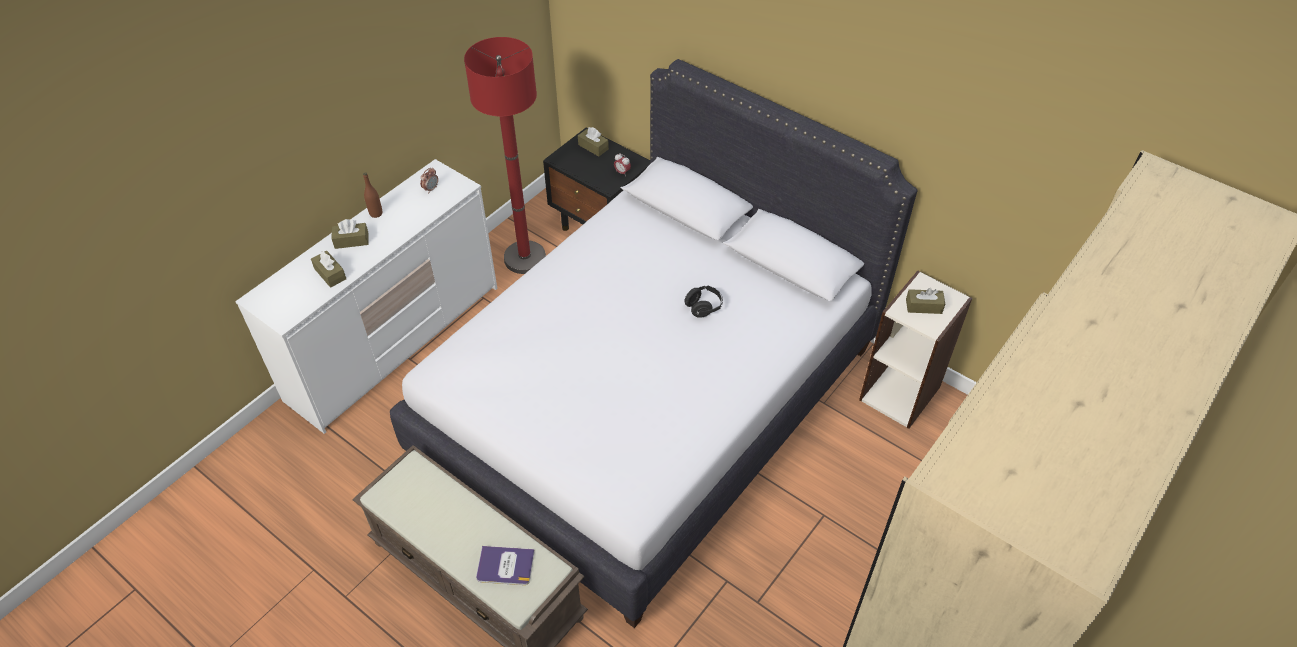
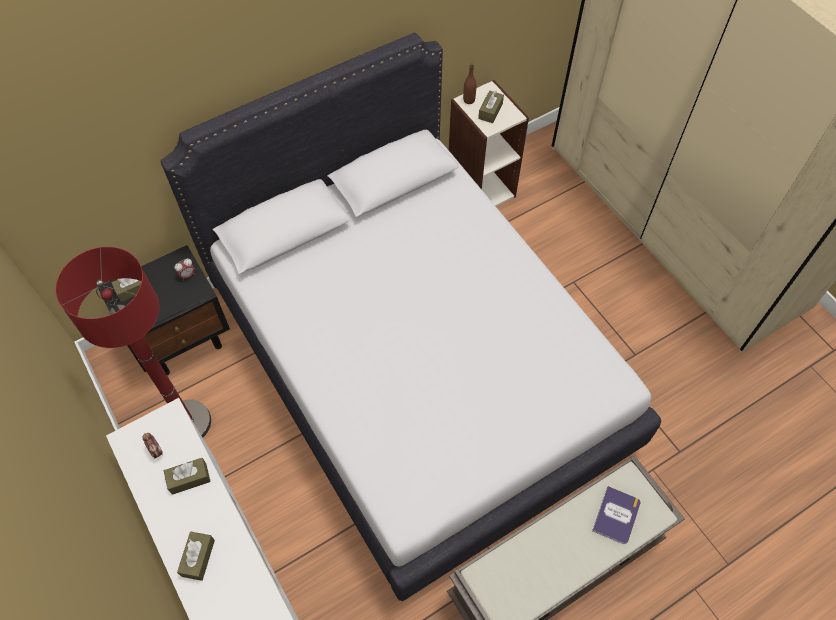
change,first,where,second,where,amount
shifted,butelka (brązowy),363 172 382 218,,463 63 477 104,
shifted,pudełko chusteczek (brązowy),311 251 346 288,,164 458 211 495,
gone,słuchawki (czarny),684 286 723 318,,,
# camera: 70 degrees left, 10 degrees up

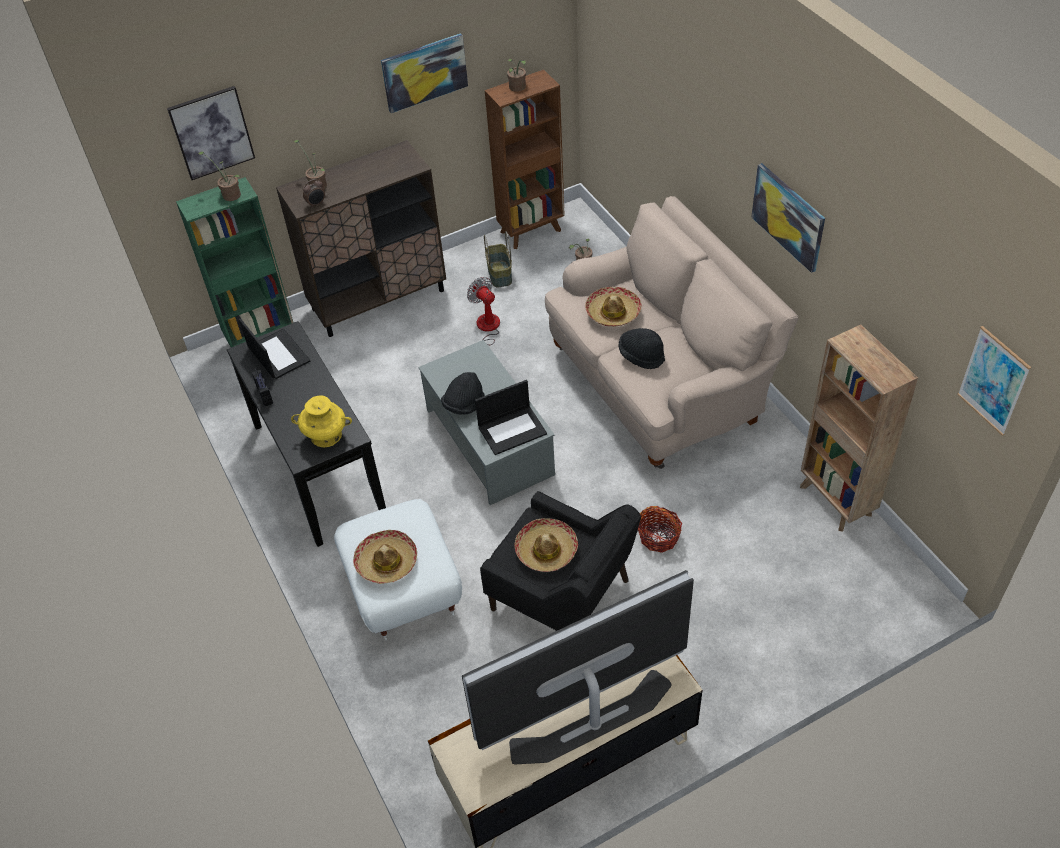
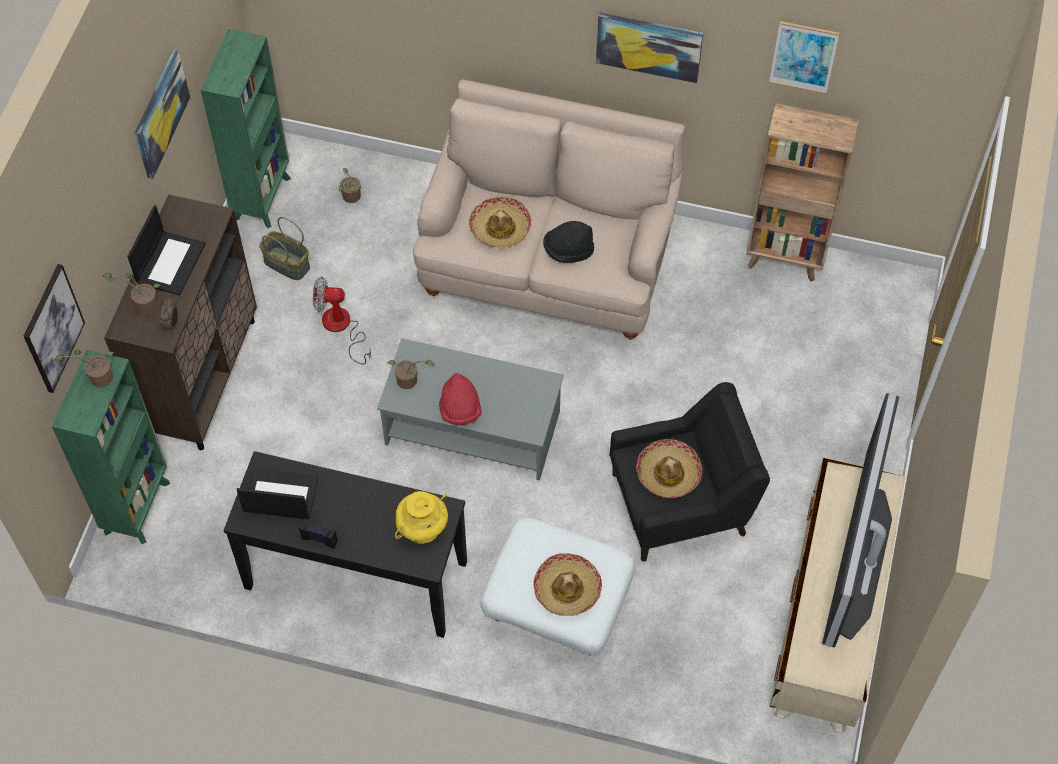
change,first,where,second,where,amount
shifted,roślina doniczkowa,507 59 526 92,,388 360 435 389,
repainted,regał (brązowy),485 70 565 249,regał (zielony),201 29 291 228,
shifted,obraz,957 326 1031 436,,769 21 839 94,
repainted,kapelusz (czarny),441 372 485 415,kapelusz (czerwony),439 373 482 425,
shifted,laptop,475 380 547 455,,127 205 206 296,
gone,koszyk,638 506 682 553,,,
# camera: 50 degrees left, 10 degrees up

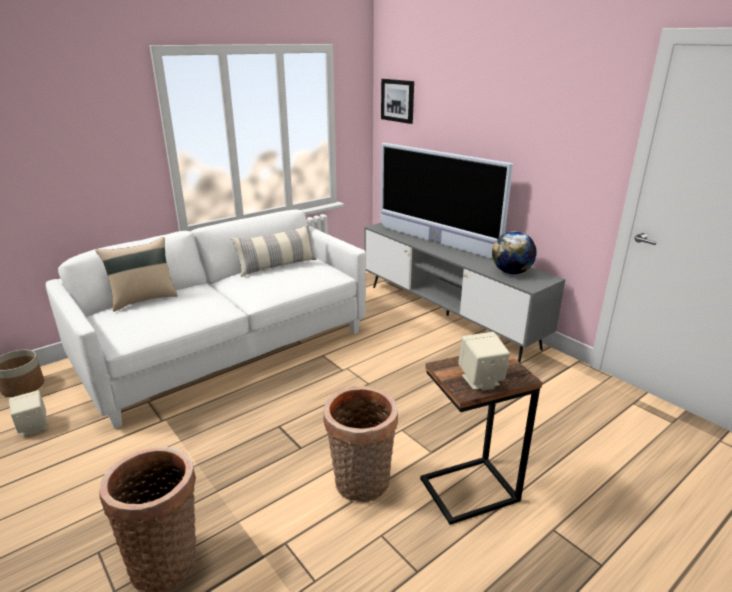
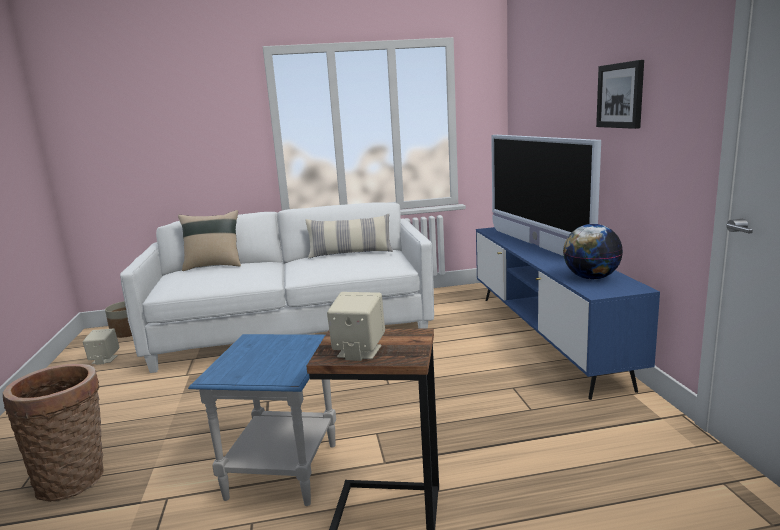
change,first,where,second,where,amount
shifted,obraz,381 79 414 124,,596 60 644 129,
repainted,szafka pod telewizor (szary),364 223 565 363,szafka pod telewizor (niebieski),476 227 660 400,
swapped,koszyk,323 386 398 502,stolik (niebieski),188 334 336 506,
# camera: 30 degrees right, 10 degrees down

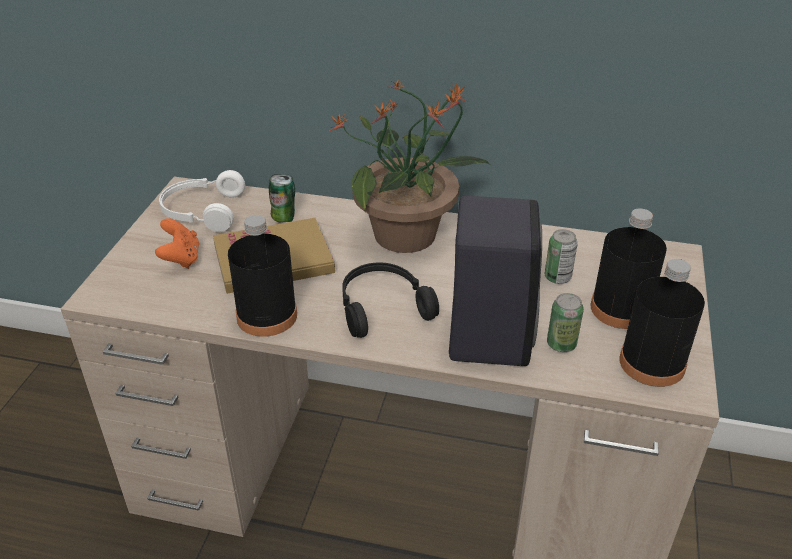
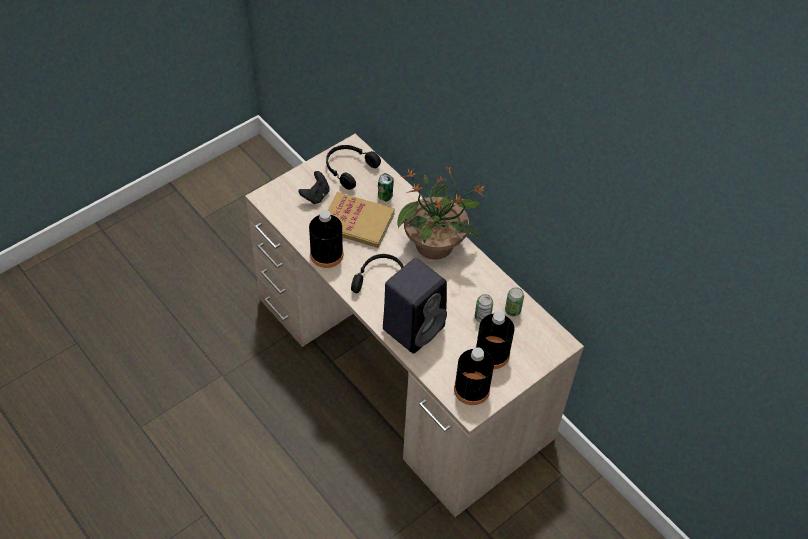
change,first,where,second,where,amount
repainted,słuchawki (biały),159 170 245 232,słuchawki (czarny),326 145 381 190,
repainted,pad do gier (pomarańczowy),155 218 200 269,pad do gier (czarny),299 171 330 204,
shifted,puszka,547 293 584 352,,505 287 524 316,
# camera: 35 degrees right, 15 degrees up

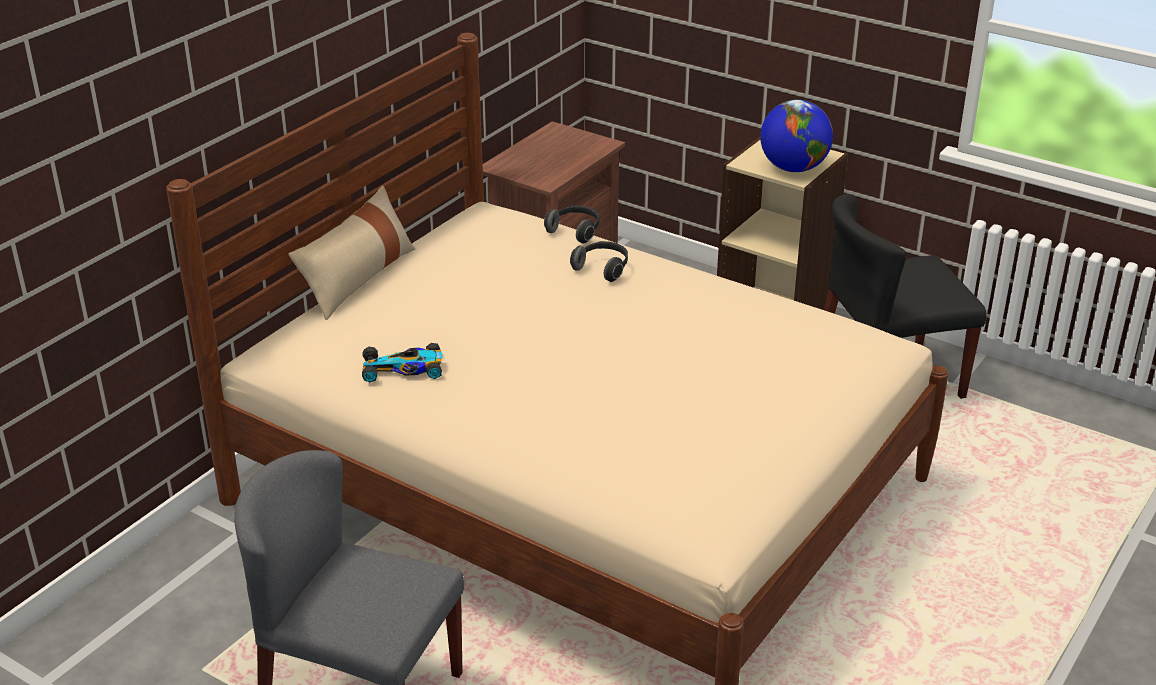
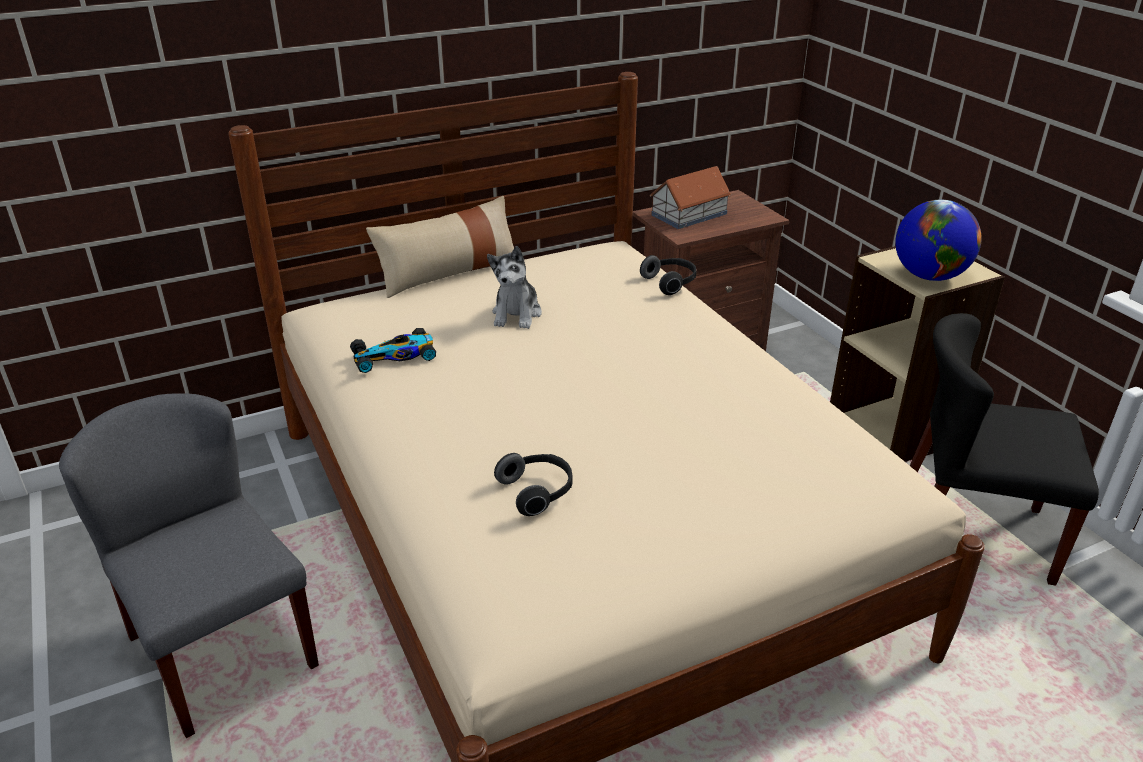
change,first,where,second,where,amount
shifted,słuchawki,570 241 628 282,,494 453 573 516,
rotated,samochodzik,362 343 442 382,,350 328 436 373,45 degrees counterclockwise
new,,,domek,650 166 731 229,
new,,,pluszak,487 246 542 329,
# camera: 30 degrees right, 0 degrees up

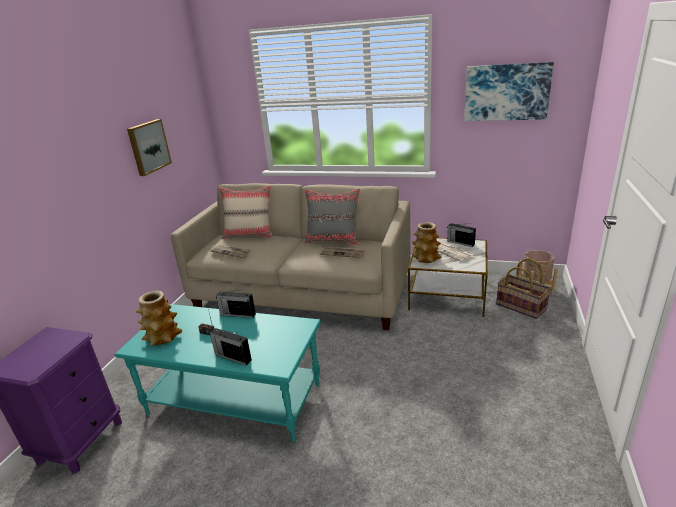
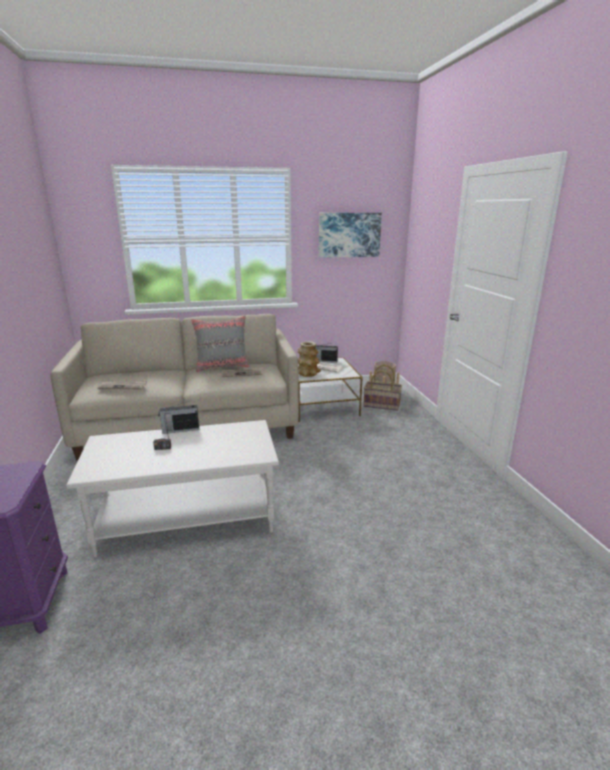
change,first,where,second,where,amount
gone,obraz,127 119 172 176,,,
gone,poduszka (beżowy),220 185 273 239,,,
gone,wazon,136 291 182 346,,,
repainted,ława (turkusowy),115 304 321 442,ława (biały),66 420 279 558,
gone,radio,210 328 252 365,,,
# camera: 30 degrees left, 5 degrees down

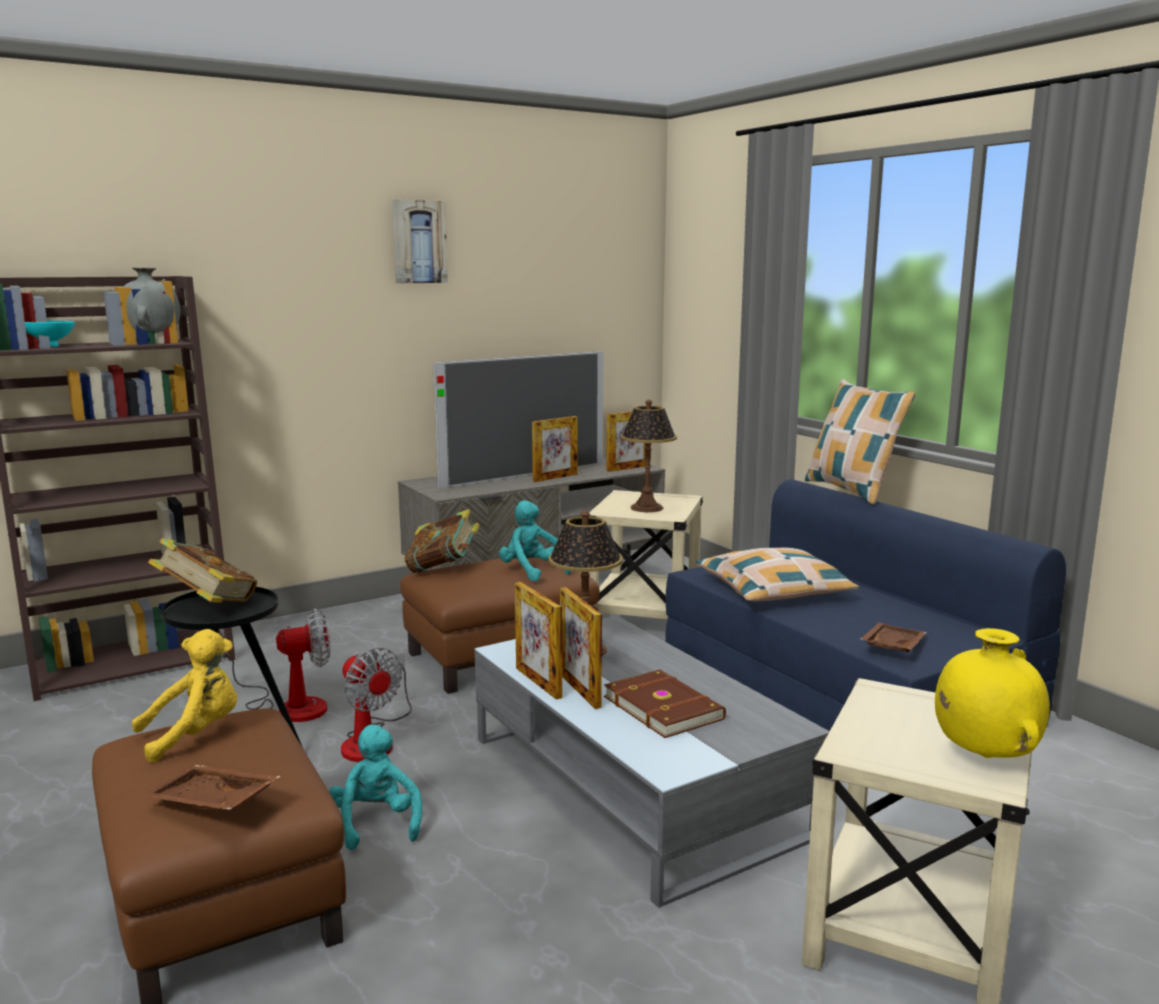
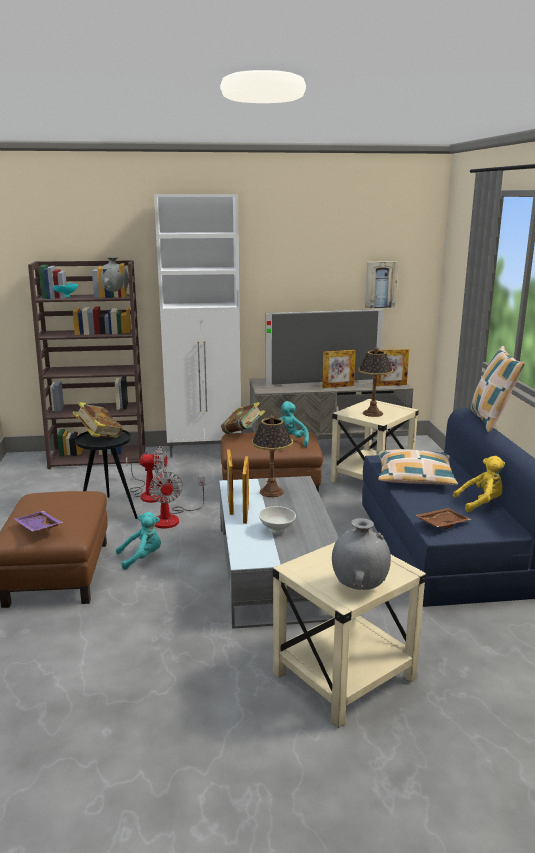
change,first,where,second,where,amount
shifted,obraz,392 199 448 283,,365 261 398 308,
repainted,wazon (żółty),935 628 1050 758,wazon (szary),332 518 391 590,
shifted,pluszak (żółty),132 629 237 763,,453 456 505 512,
swapped,książka (brązowy),604 670 726 738,miska (biały),259 506 296 534,
rotated,pluszak (turkusowy),329 724 422 850,,116 512 161 570,60 degrees clockwise
repainted,taca (brązowy),143 765 280 810,taca (fioletowy),14 511 63 532,
new,,,szafka (biały),154 194 241 458,
# camera: 25 degrees right, 5 degrees up

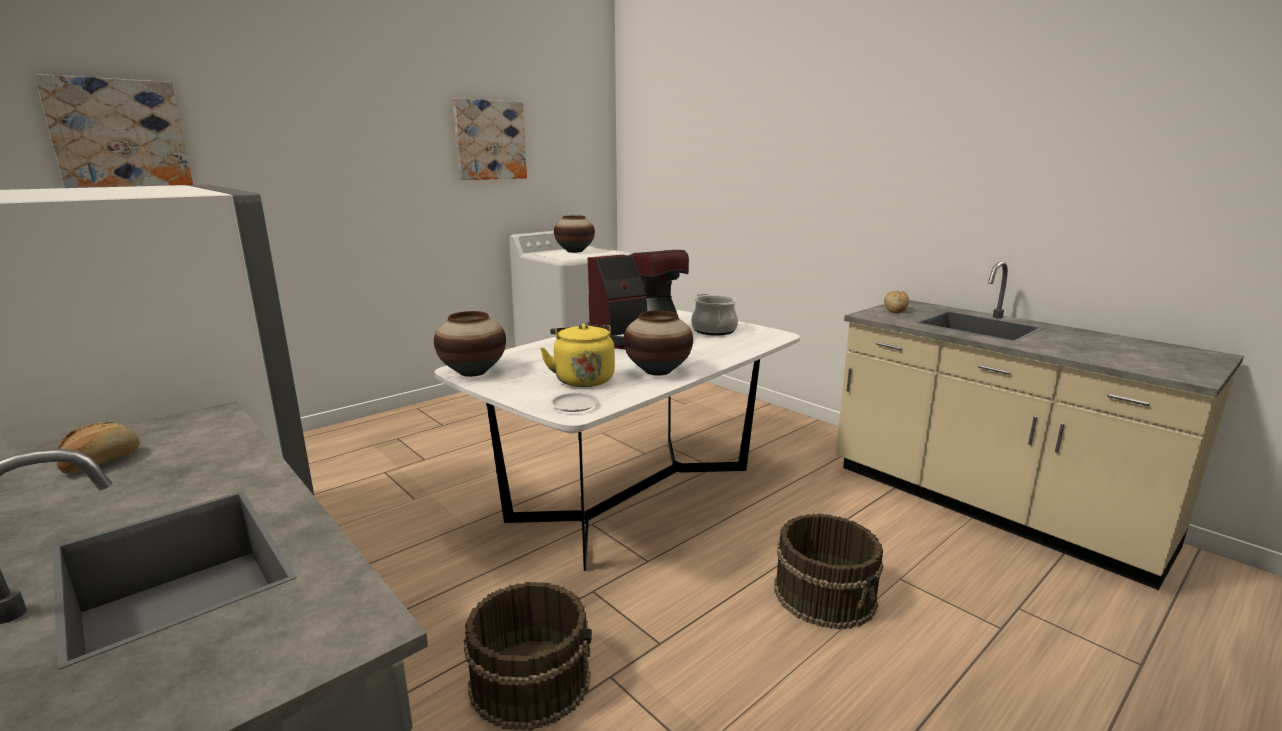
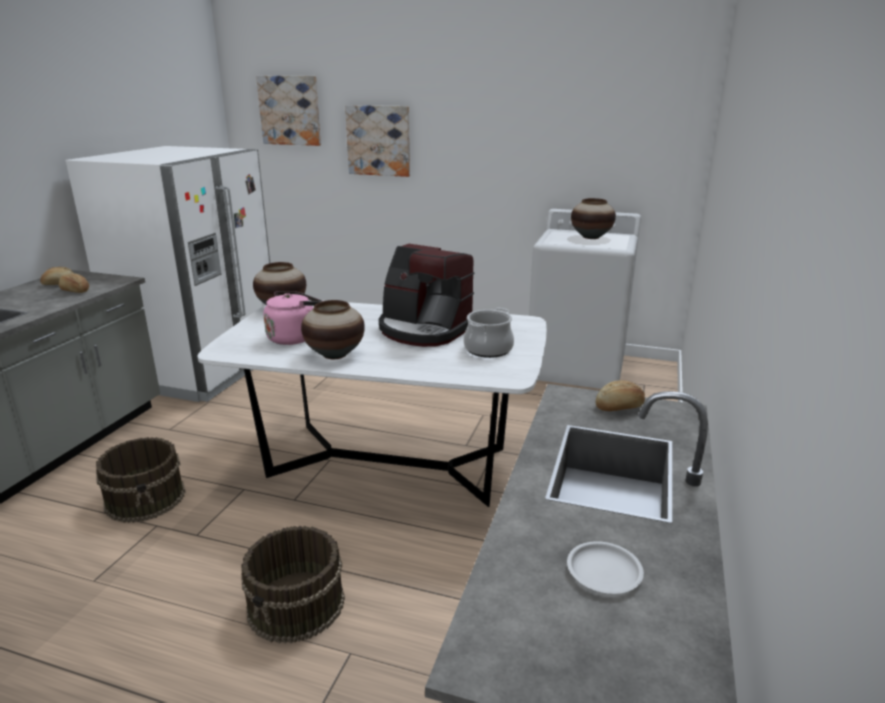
change,first,where,second,where,amount
shifted,obraz,453 98 527 180,,345 105 410 177,
repainted,czajnik (żółty),540 323 615 387,czajnik (różowy),264 291 322 345,
shifted,talerz (biały),550 393 599 412,,567 541 644 594,
new,,,chleb,59 274 89 293,
# camera: 60 degrees right, 5 degrees up

